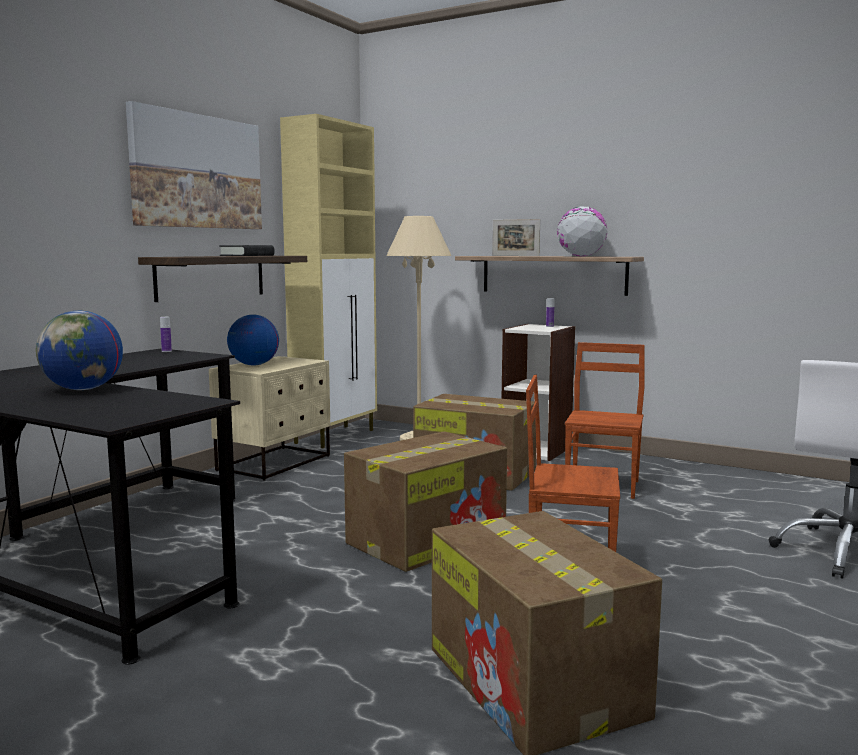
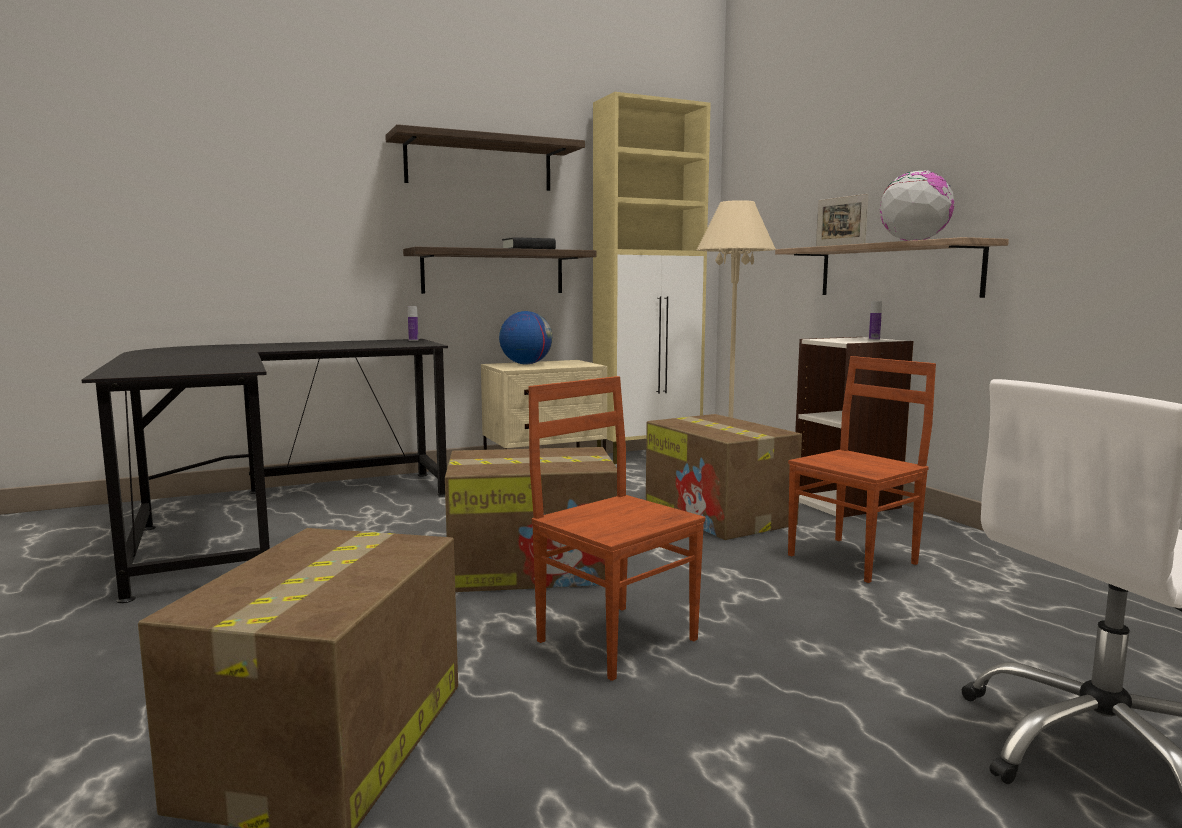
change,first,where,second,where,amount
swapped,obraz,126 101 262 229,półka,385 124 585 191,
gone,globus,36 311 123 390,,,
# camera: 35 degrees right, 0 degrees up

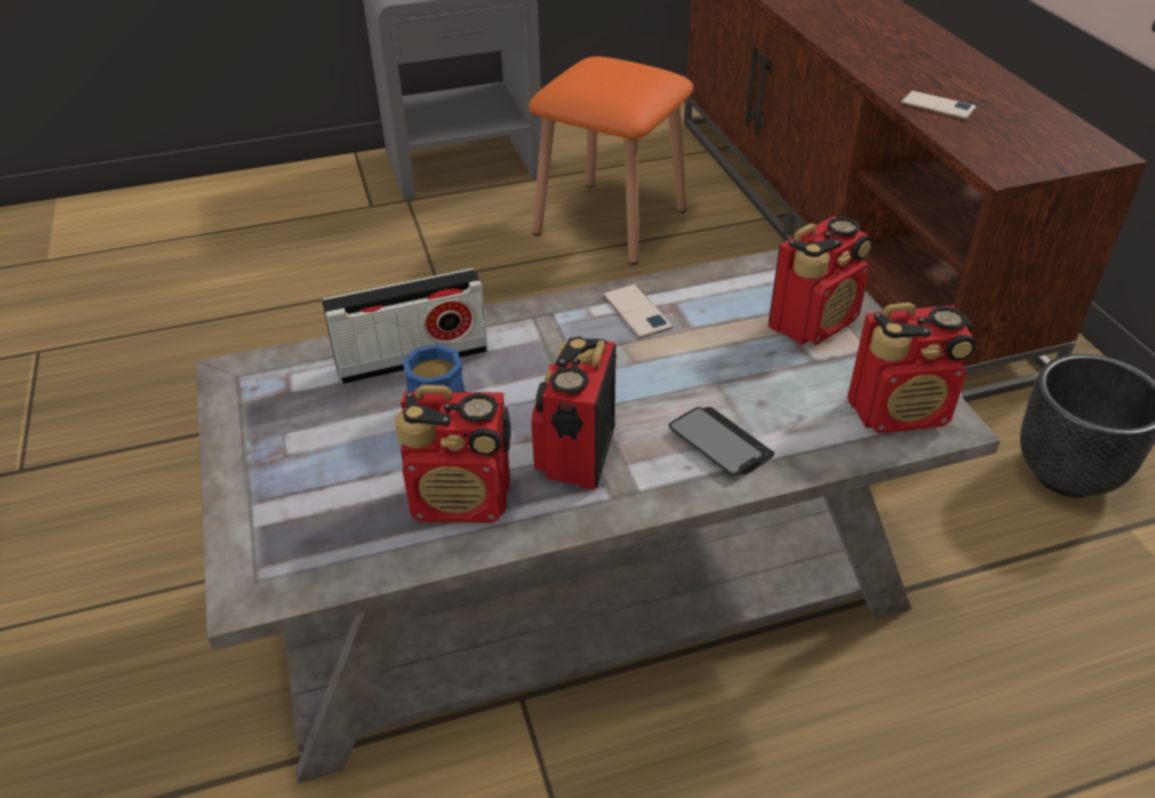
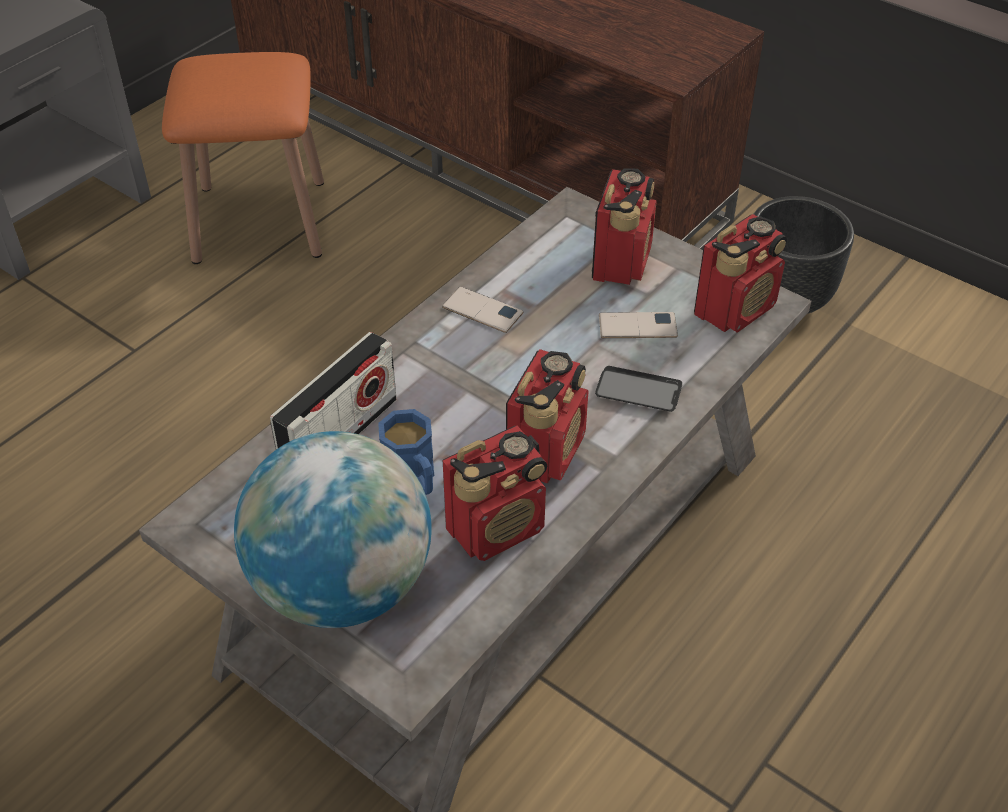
change,first,where,second,where,amount
shifted,telefon,901 91 977 120,,599 312 678 338,
rotated,radio,531 336 616 490,,506 349 589 483,135 degrees counterclockwise
new,,,globus,234 431 432 628,
# camera: 35 degrees left, 5 degrees up

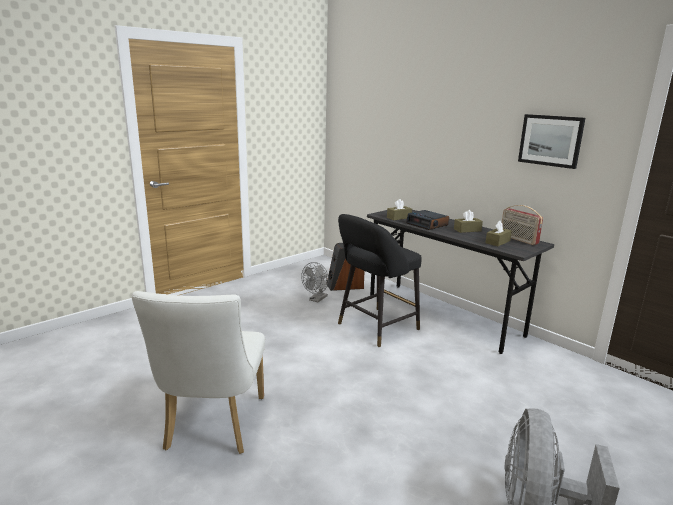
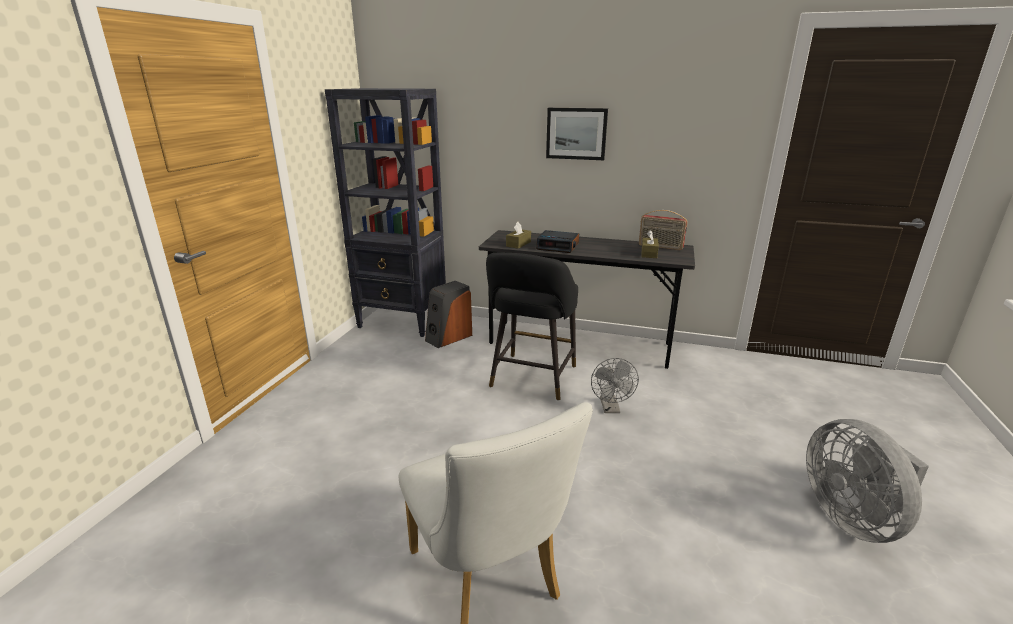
change,first,where,second,where,amount
shifted,obraz,518 114 585 169,,546 108 608 160,
gone,pudełko chusteczek (brązowy),454 210 483 233,,,
shifted,wentylator (szary),301 262 329 302,,591 358 639 413,
new,,,regał (czarny),325 88 446 337,
# camera: 30 degrees left, 5 degrees up

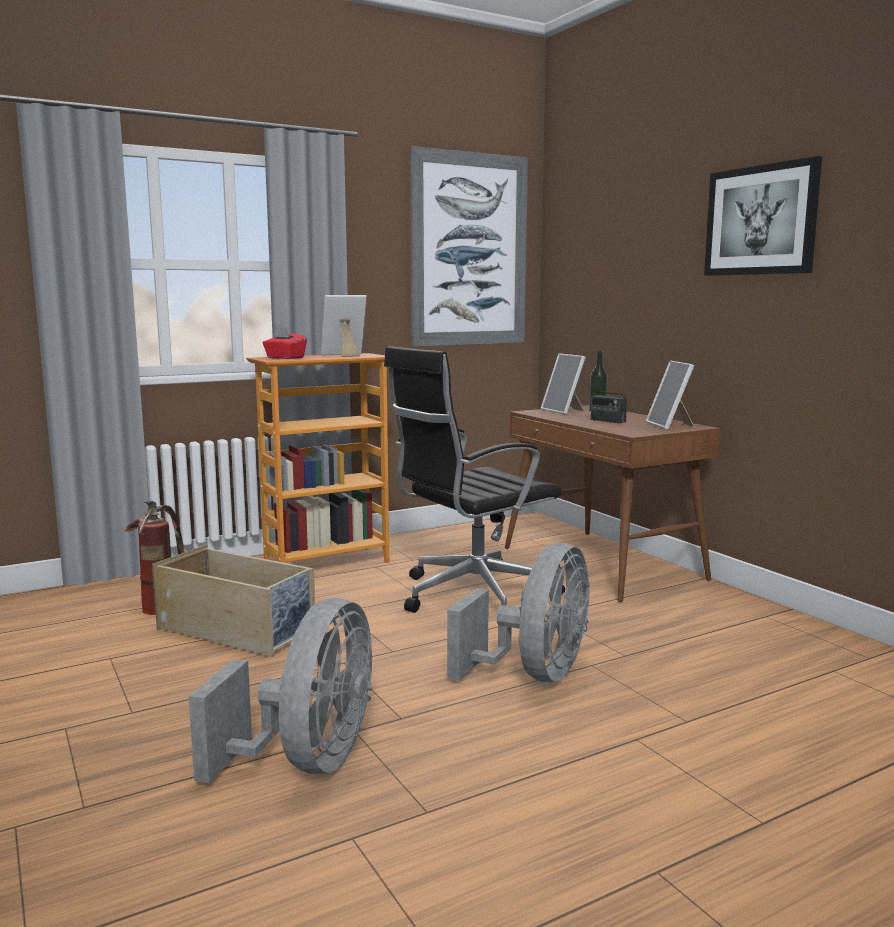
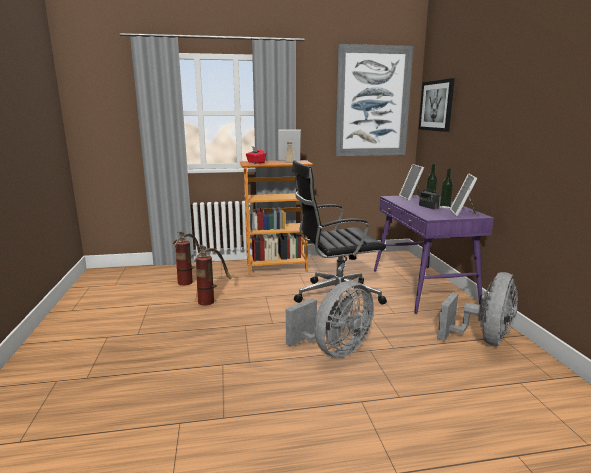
change,first,where,second,where,amount
shifted,obraz,704 156 822 276,,419 78 455 132,
repainted,biurko (brązowy),505 405 720 602,biurko (fioletowy),374 195 494 314,
swapped,pojemnik do przechowywania (beżowy),152 545 315 657,gaśnica,194 245 231 306,
shifted,wentylator (szary),188 598 372 783,,437 272 518 346,
new,,,butelka,440 168 453 208,
# camera: 20 degrees right, 5 degrees up

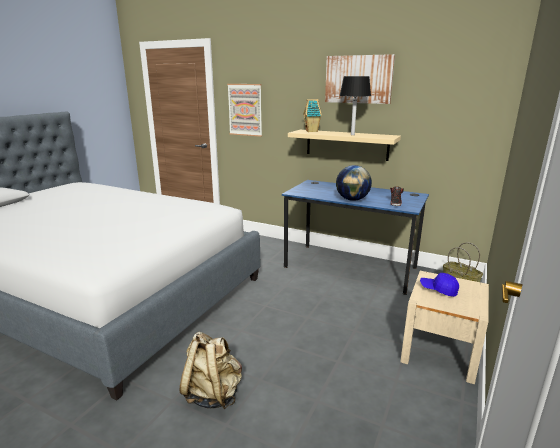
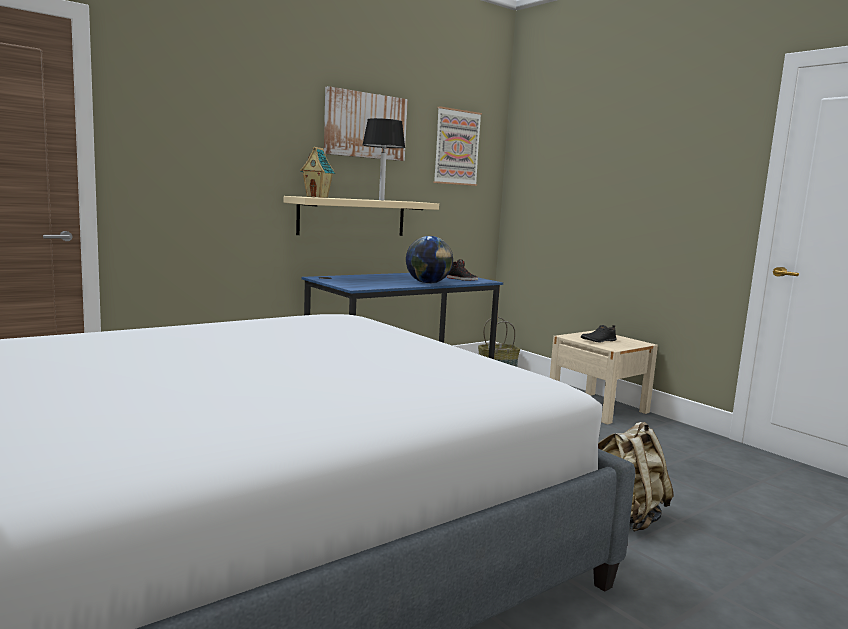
change,first,where,second,where,amount
shifted,obraz,227 84 262 137,,433 106 482 186,
swapped,czapka z daszkiem (niebieski),420 273 459 297,but (czarny),581 325 617 342,
# camera: 65 degrees left, 10 degrees down

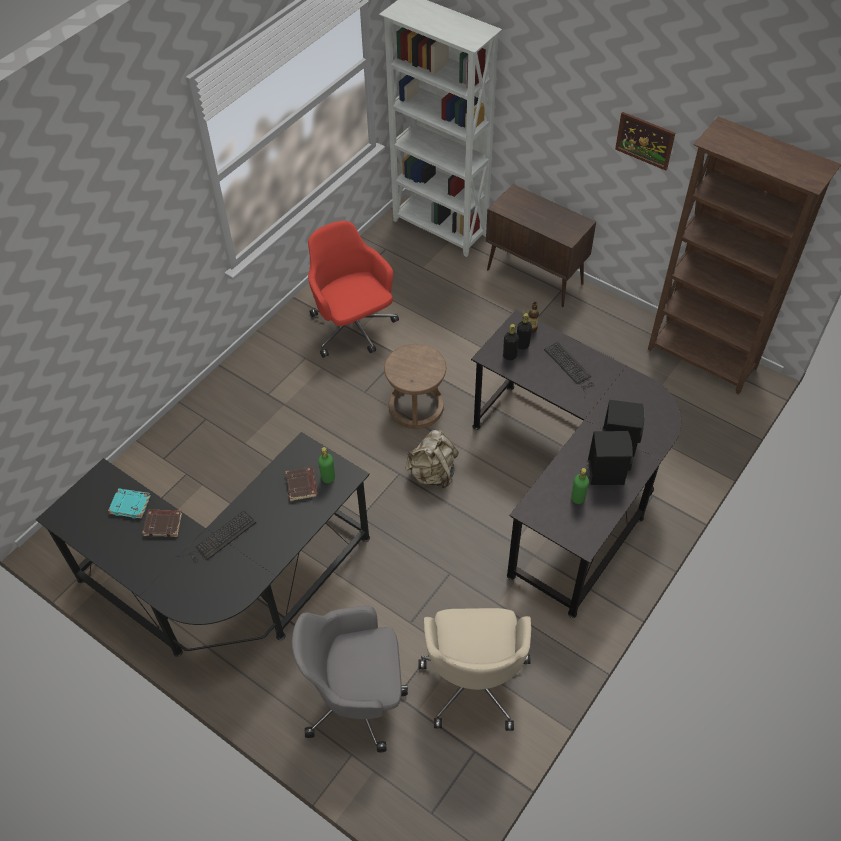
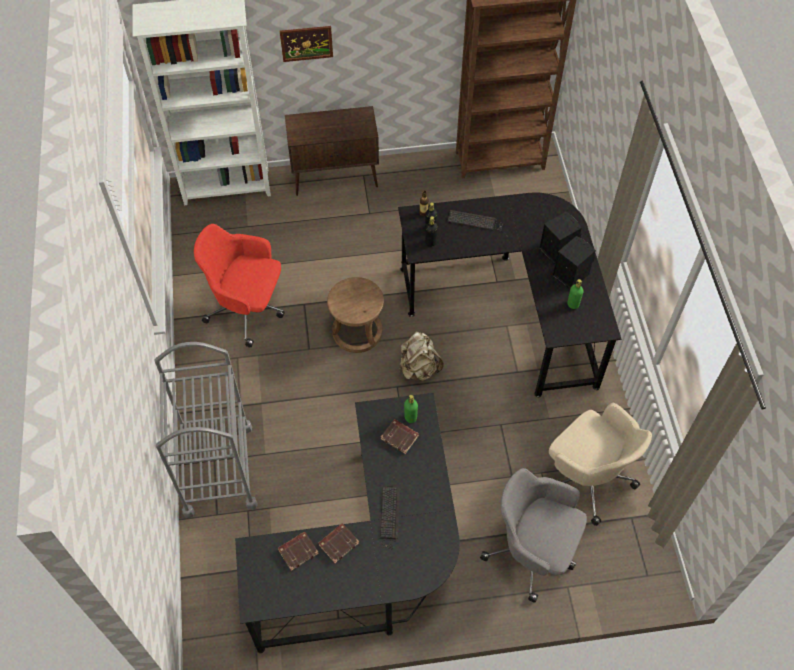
change,first,where,second,where,amount
shifted,obraz,615 112 675 171,,280 26 333 62,
repainted,książka (turkusowy),108 488 150 519,książka (brązowy),278 532 319 571,
rotated,krzesło biurowe (szary),292 606 408 753,,480 468 587 602,75 degrees clockwise
new,,,wózek (szary),155 342 258 518,
# camera: 45 degrees left, 5 degrees up

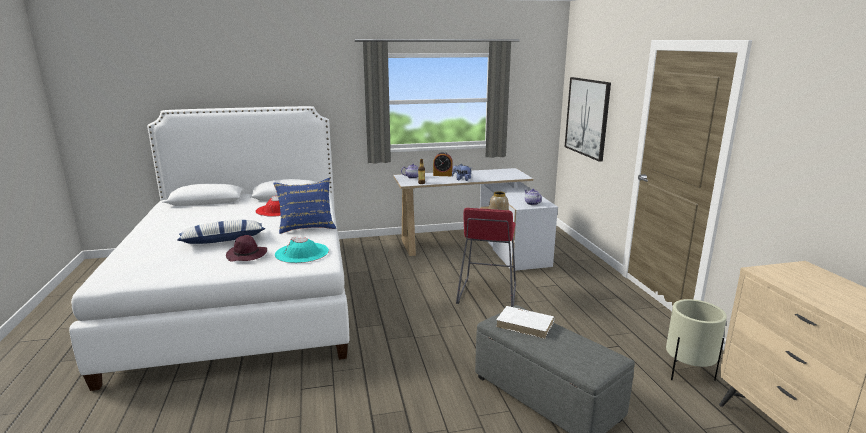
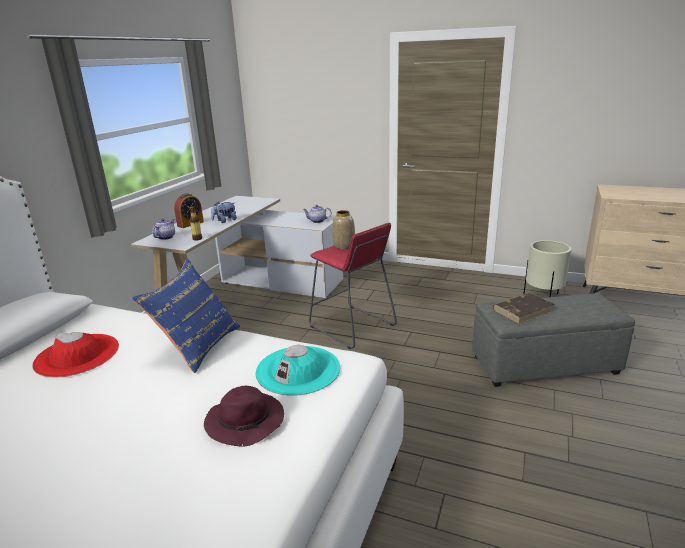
change,first,where,second,where,amount
gone,obraz,565 77 611 162,,,
gone,poduszka,177 220 265 244,,,
repainted,książka (biały),496 306 554 339,książka (brązowy),493 293 555 324,
# camera: 55 degrees left, 5 degrees up

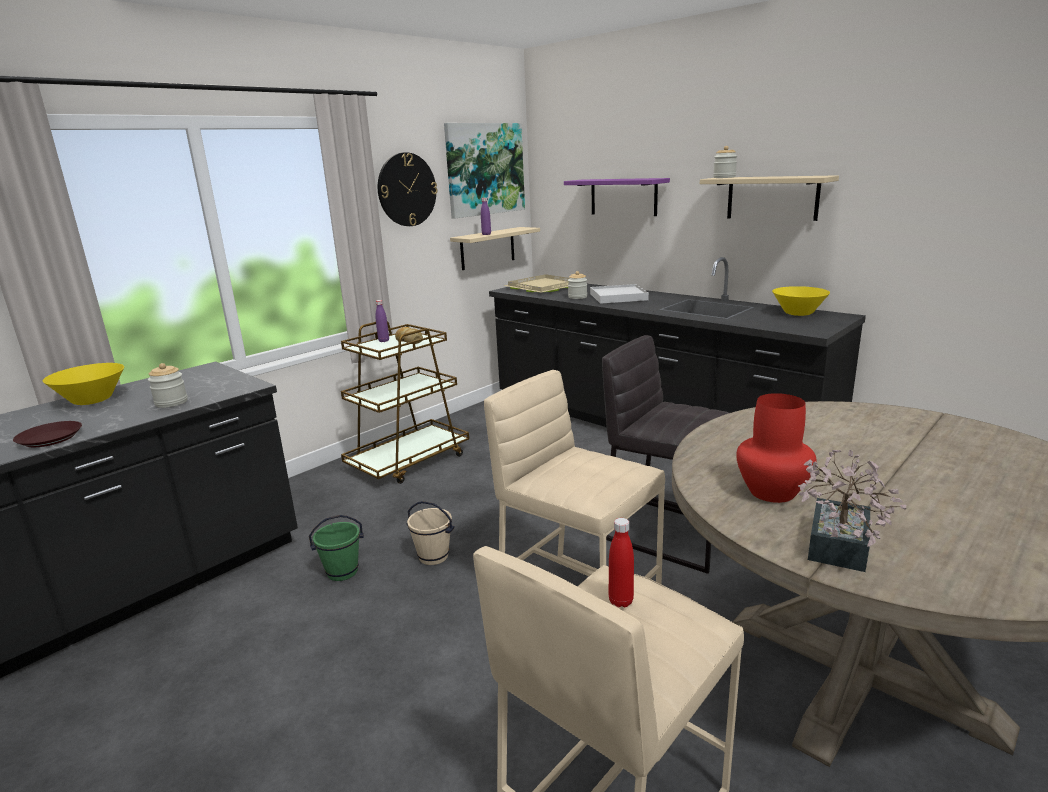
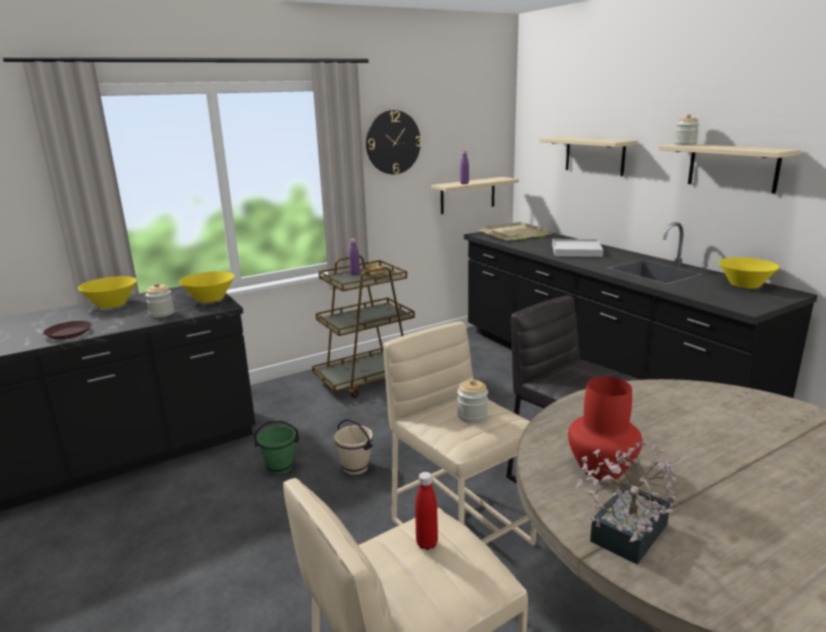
change,first,where,second,where,amount
gone,obraz,444 123 525 219,,,
repainted,półka (fioletowy),564 178 670 216,półka (beżowy),539 137 637 176,
shifted,słoik,568 271 587 299,,457 379 488 423,
new,,,miska (żółty),179 271 234 303,
# camera: 15 degrees right, 0 degrees up

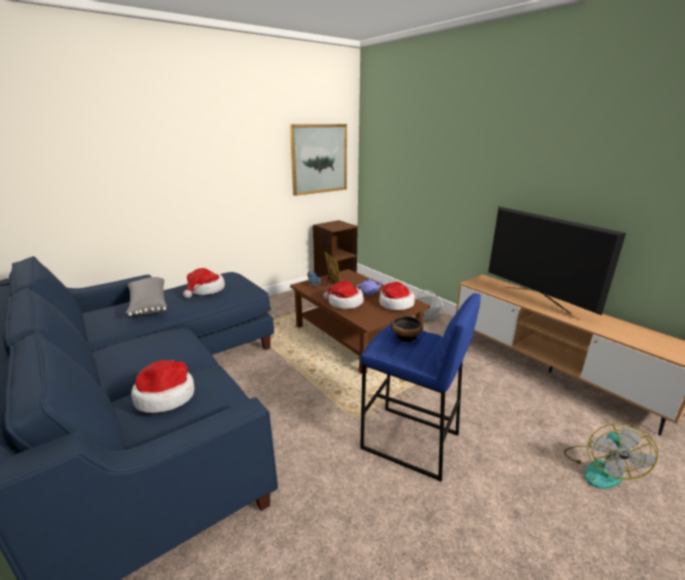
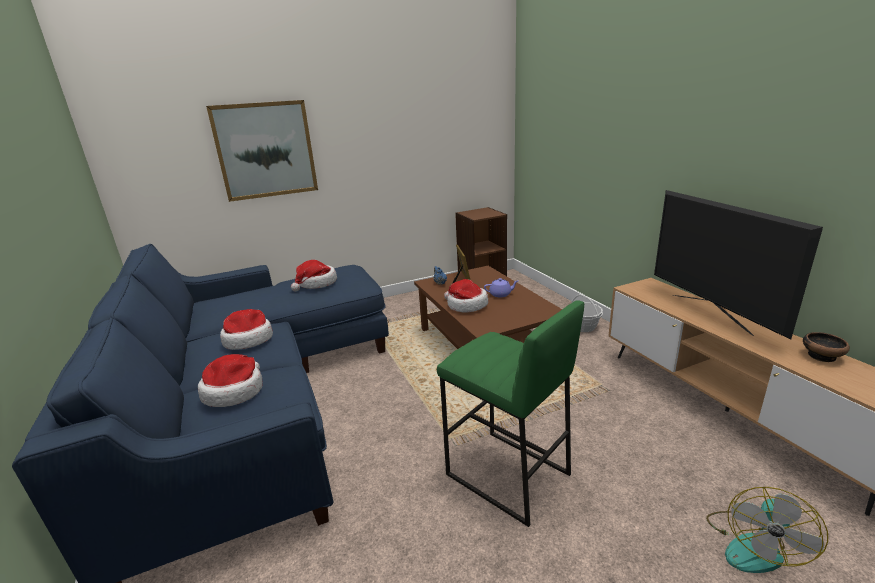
change,first,where,second,where,amount
shifted,obraz,290 124 347 196,,206 100 318 202,
gone,poduszka (szary),126 277 167 316,,,
shifted,kapelusz,379 282 415 310,,220 309 273 350,
repainted,stołek (niebieski),360 293 481 482,stołek (zielony),437 300 584 527,
shifted,miska,391 316 423 342,,803 332 850 362,
# camera: 15 degrees right, 0 degrees up

